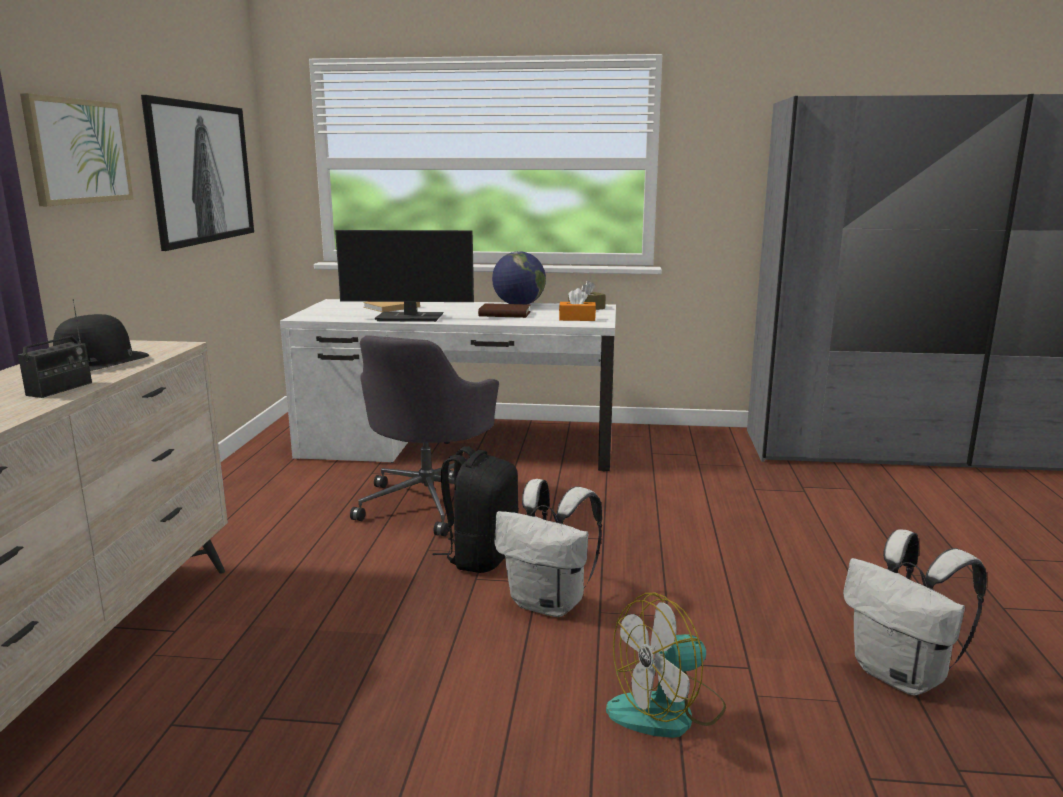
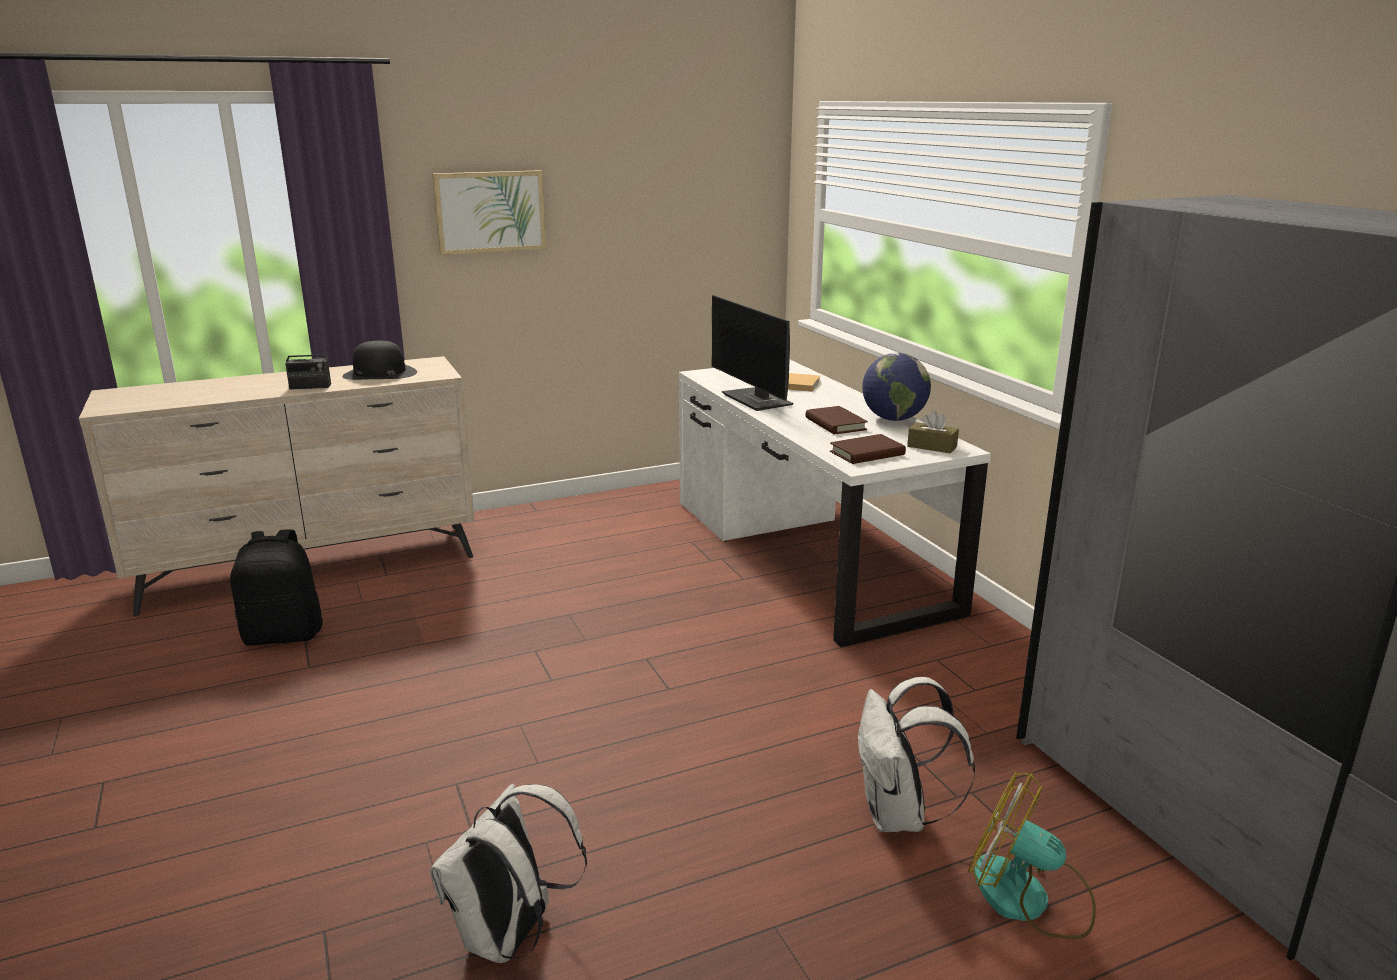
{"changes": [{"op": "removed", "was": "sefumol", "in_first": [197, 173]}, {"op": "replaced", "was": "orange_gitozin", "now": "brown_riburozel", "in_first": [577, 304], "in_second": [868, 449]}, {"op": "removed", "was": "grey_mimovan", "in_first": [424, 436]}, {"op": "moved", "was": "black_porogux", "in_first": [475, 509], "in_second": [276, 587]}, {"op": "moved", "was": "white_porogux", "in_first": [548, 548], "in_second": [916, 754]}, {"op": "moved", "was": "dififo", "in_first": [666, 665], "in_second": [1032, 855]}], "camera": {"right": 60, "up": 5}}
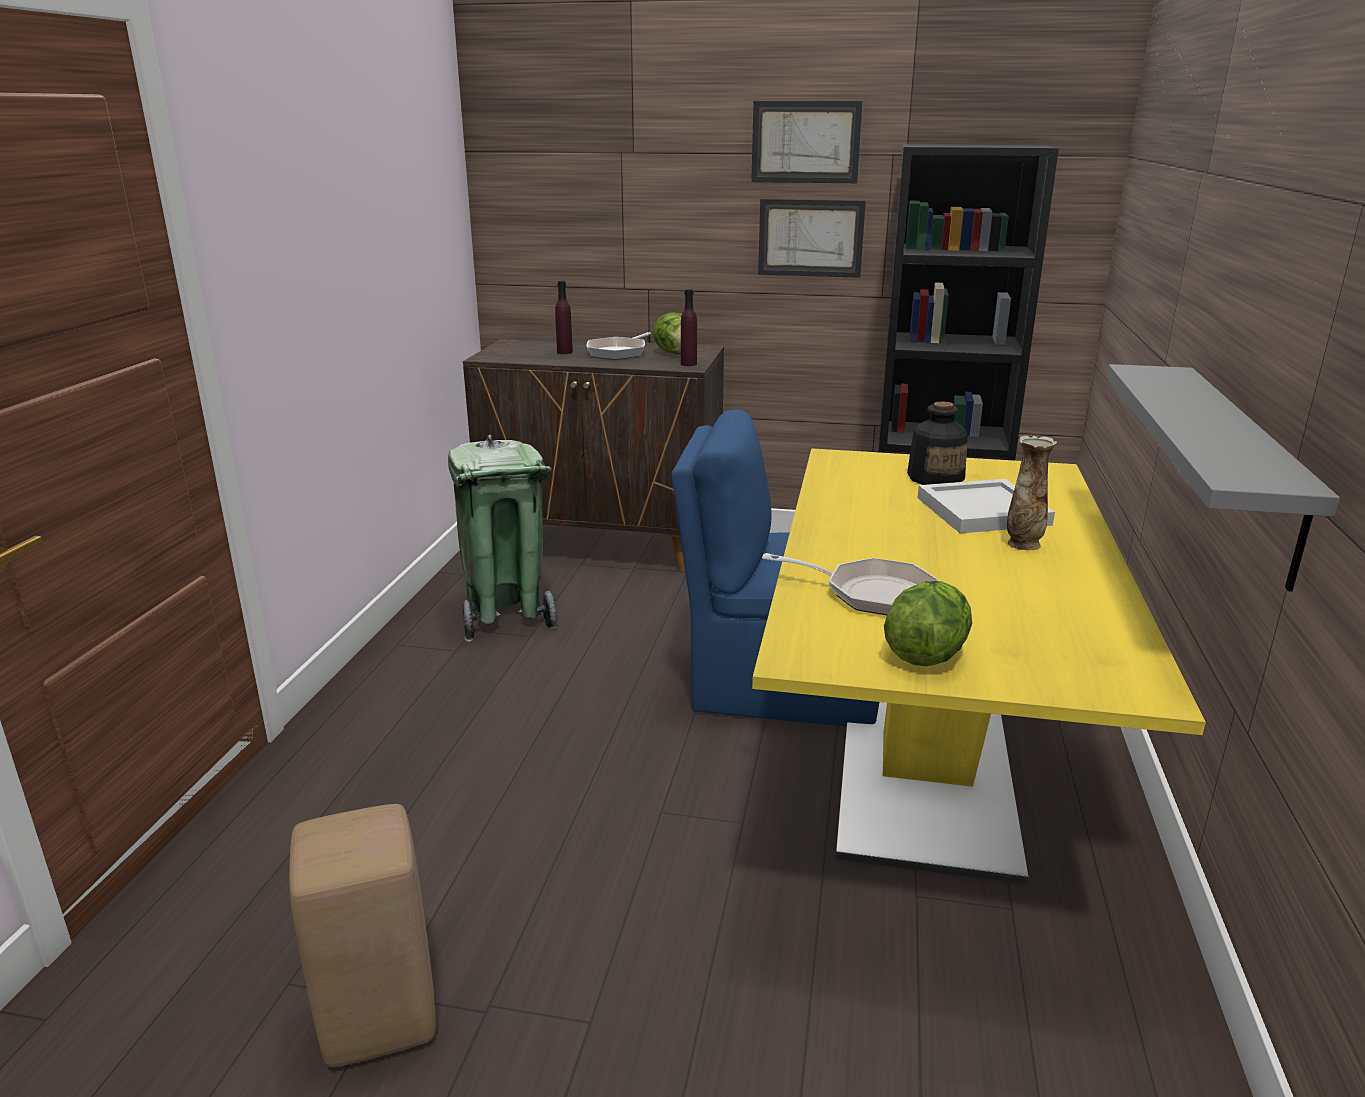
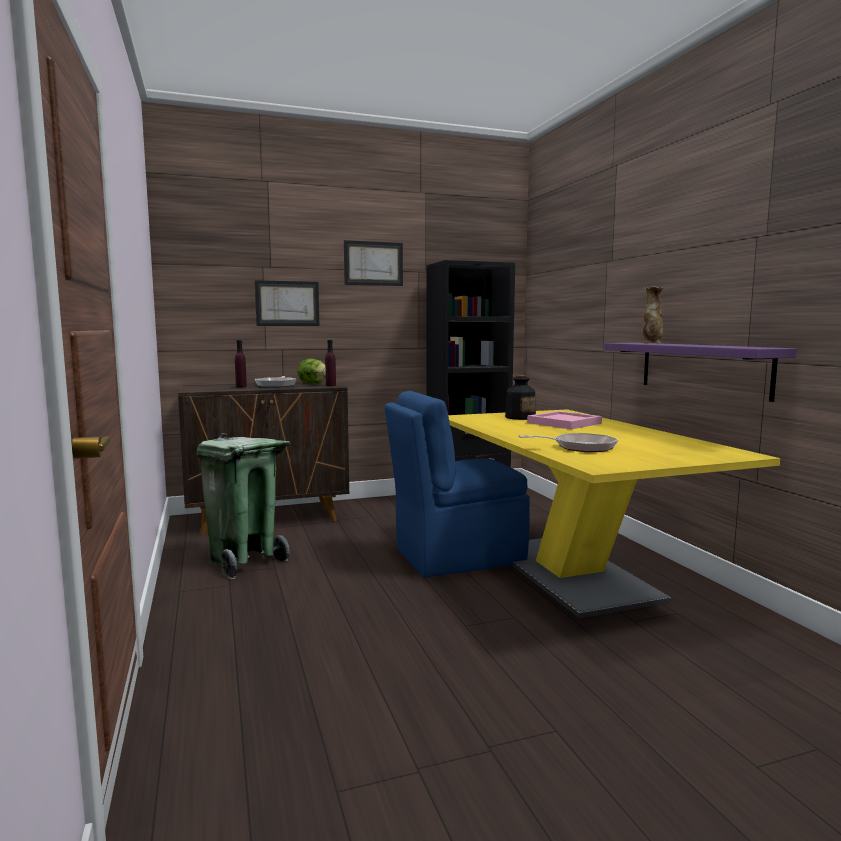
{"changes": [{"op": "moved", "was": "sefumol", "in_first": [812, 238], "in_second": [287, 303]}, {"op": "recoloured", "was": "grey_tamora", "now": "purple_tamora", "in_first": [1223, 478], "in_second": [700, 372]}, {"op": "moved", "was": "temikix", "in_first": [1032, 493], "in_second": [653, 315]}, {"op": "recoloured", "was": "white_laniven", "now": "pink_laniven", "in_first": [986, 506], "in_second": [564, 420]}, {"op": "removed", "was": "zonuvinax", "in_first": [928, 623]}, {"op": "removed", "was": "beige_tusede", "in_first": [362, 935]}], "camera": {"right": -30, "up": -15}}
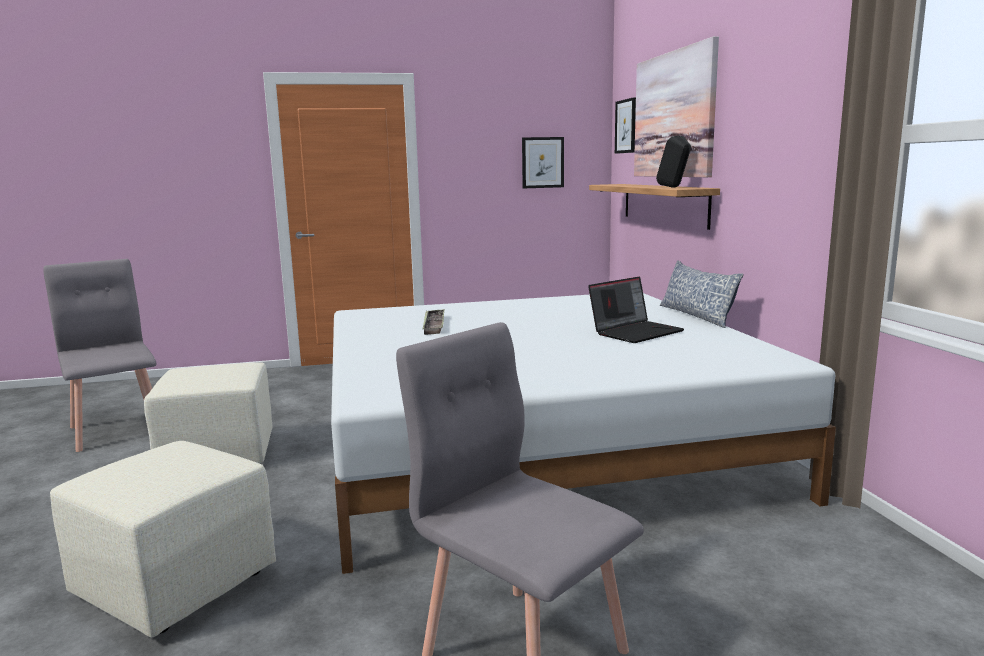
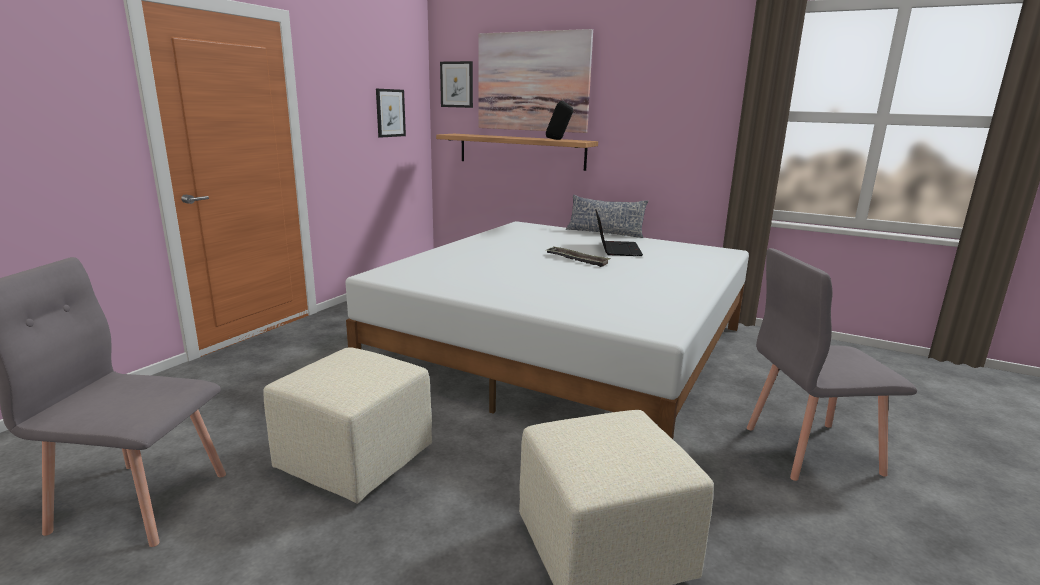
{"changes": [{"op": "moved", "was": "laniven", "in_first": [433, 322], "in_second": [578, 257]}], "camera": {"right": -50, "up": 5}}
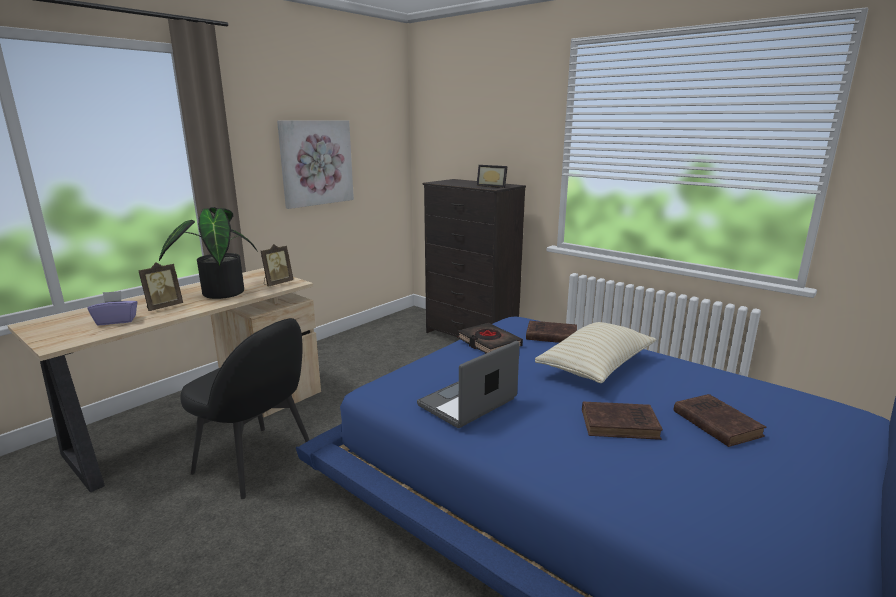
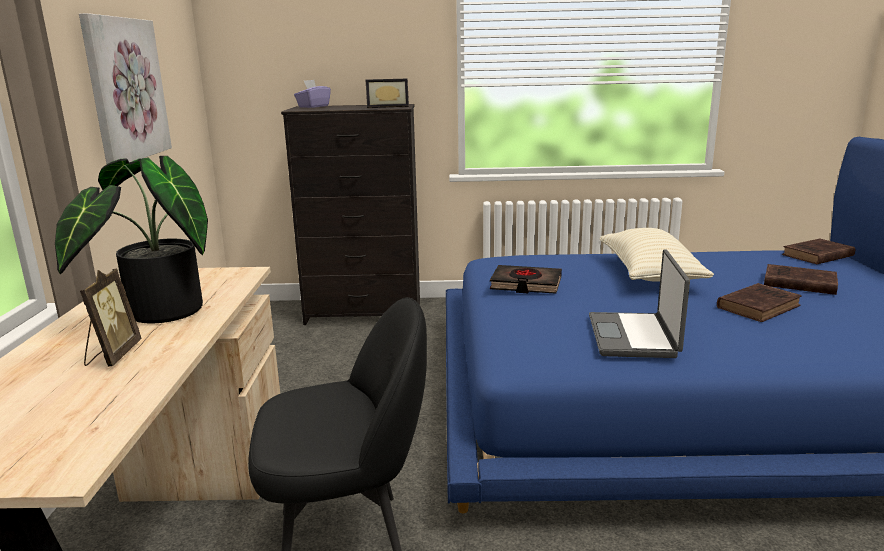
{"changes": [{"op": "removed", "was": "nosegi", "in_first": [277, 265]}, {"op": "moved", "was": "purple_gitozin", "in_first": [113, 308], "in_second": [312, 94]}, {"op": "moved", "was": "brown_riburozel", "in_first": [551, 332], "in_second": [818, 252]}], "camera": {"right": -40, "up": 0}}
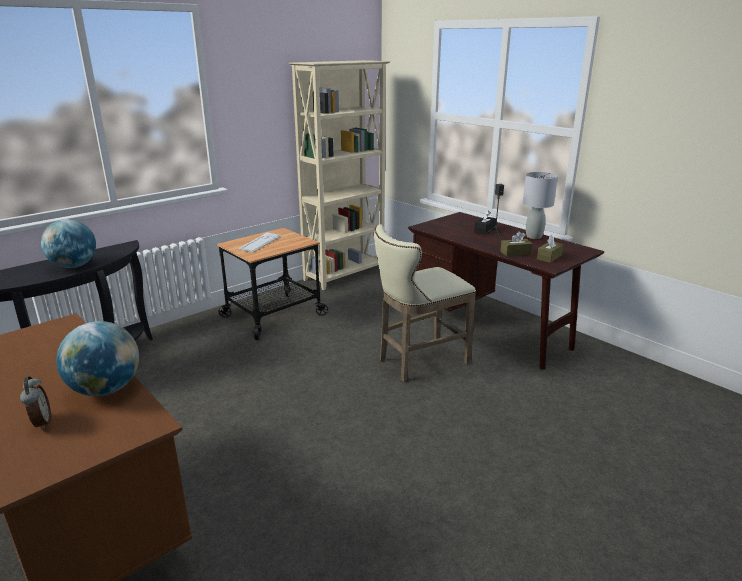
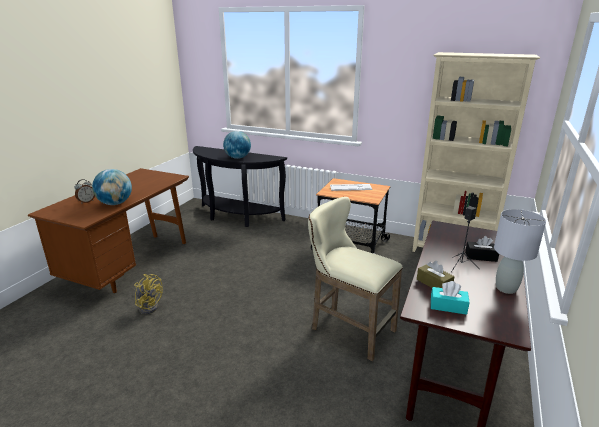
{"changes": [{"op": "recoloured", "was": "brown_gitozin", "now": "turquoise_gitozin", "in_first": [550, 249], "in_second": [450, 298]}, {"op": "added", "now": "yellow_dififo", "in_second": [148, 294]}], "camera": {"right": 65, "up": 0}}
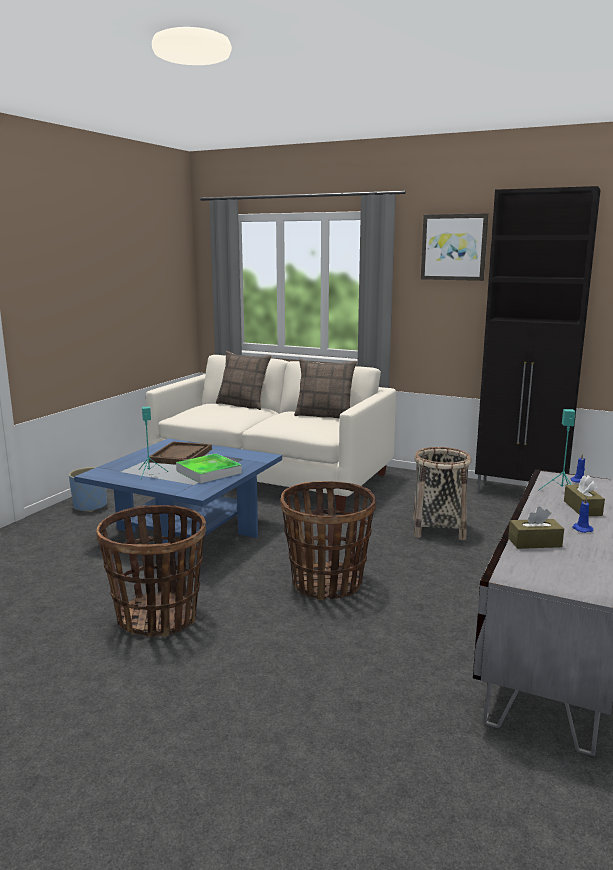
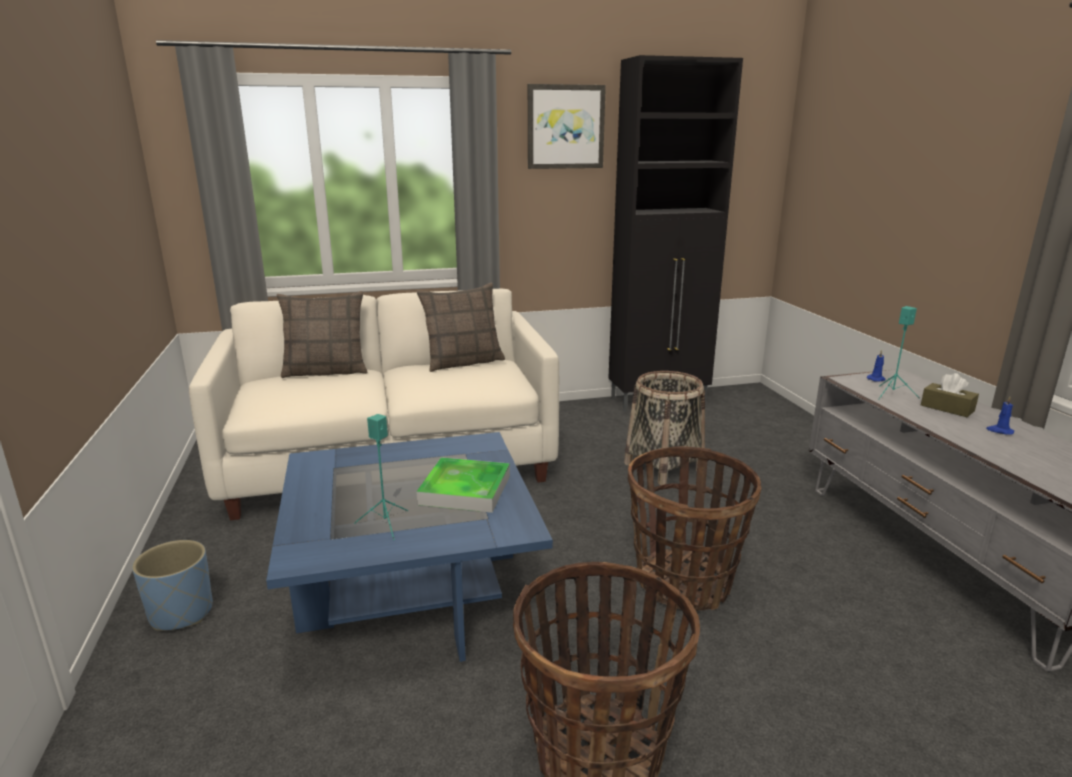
{"changes": [{"op": "removed", "was": "brown_laniven", "in_first": [180, 453]}, {"op": "removed", "was": "brown_gitozin", "in_first": [536, 527]}], "camera": {"right": -40, "up": 5}}
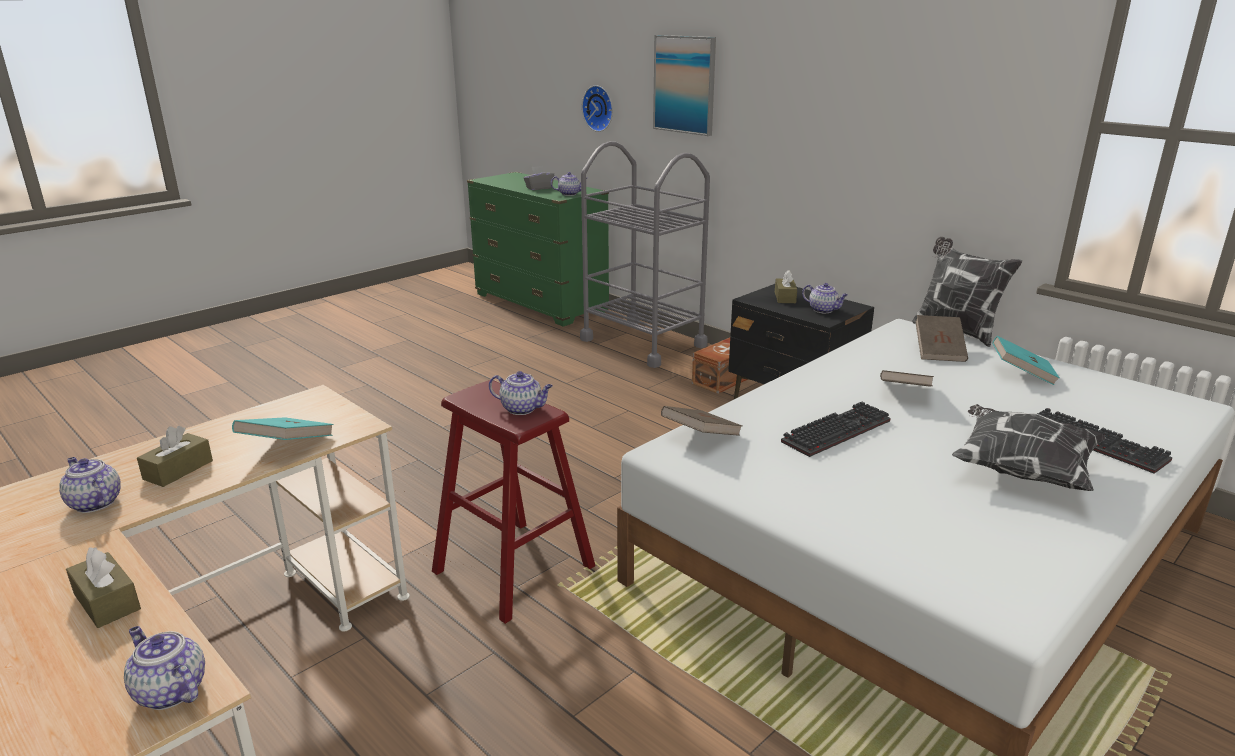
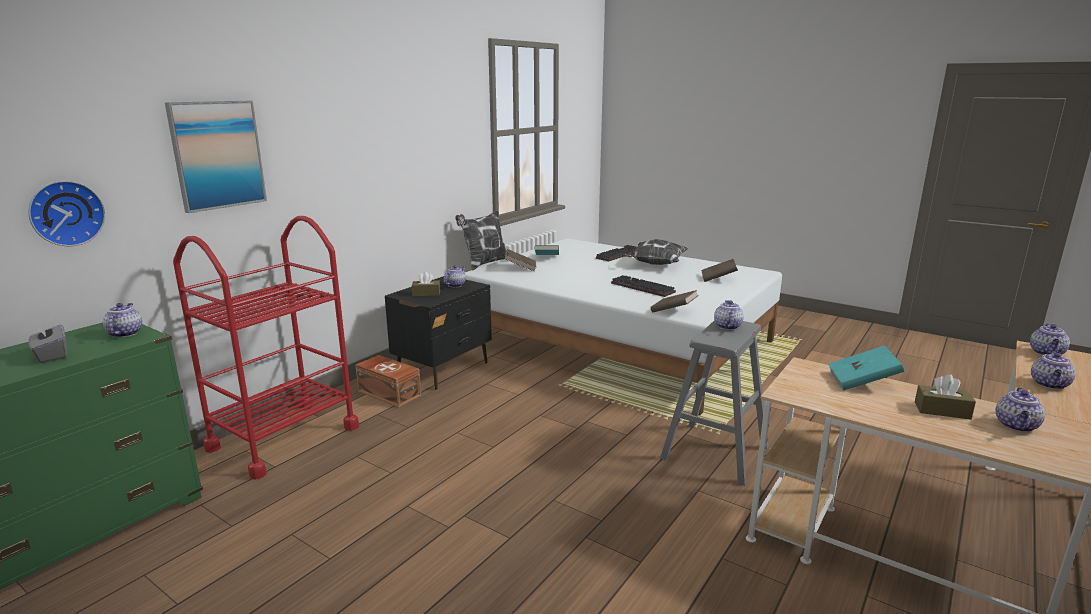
{"changes": [{"op": "recoloured", "was": "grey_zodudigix", "now": "red_zodudigix", "in_first": [645, 254], "in_second": [266, 348]}, {"op": "moved", "was": "brown_riburozel", "in_first": [907, 378], "in_second": [719, 270]}, {"op": "recoloured", "was": "red_tusede", "now": "grey_tusede", "in_first": [513, 502], "in_second": [714, 403]}, {"op": "replaced", "was": "brown_gitozin", "now": "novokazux", "in_first": [103, 587], "in_second": [1053, 370]}], "camera": {"right": -100, "up": -5}}
